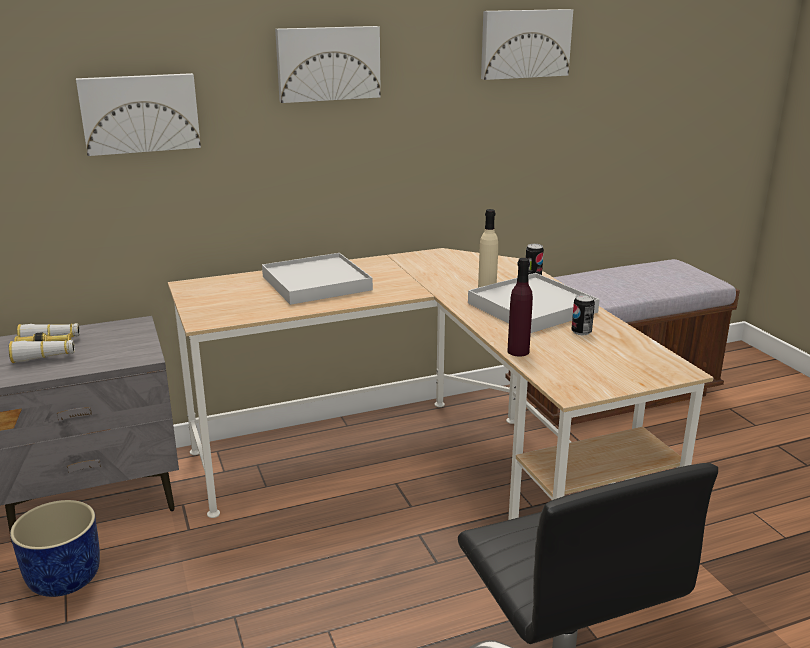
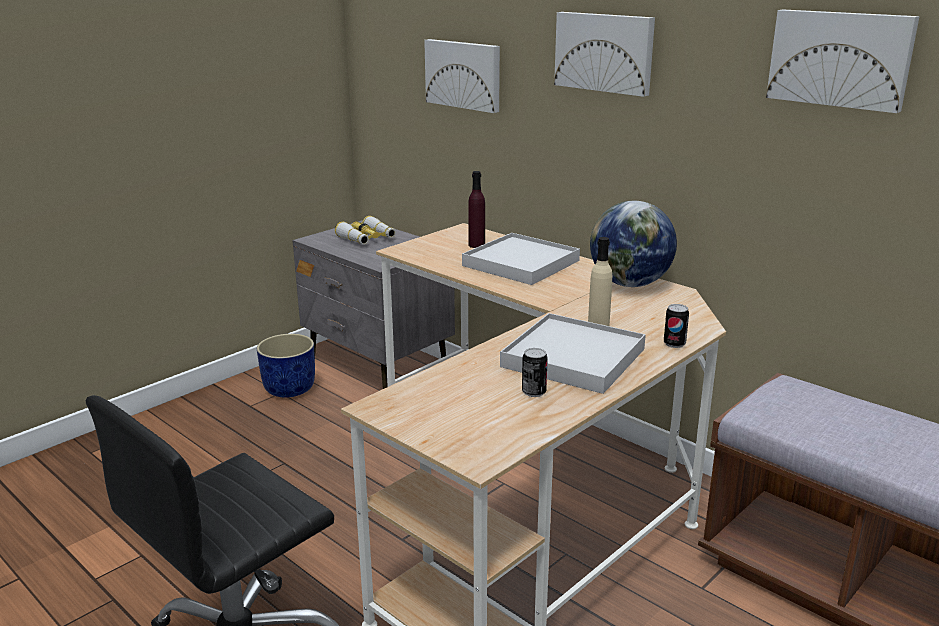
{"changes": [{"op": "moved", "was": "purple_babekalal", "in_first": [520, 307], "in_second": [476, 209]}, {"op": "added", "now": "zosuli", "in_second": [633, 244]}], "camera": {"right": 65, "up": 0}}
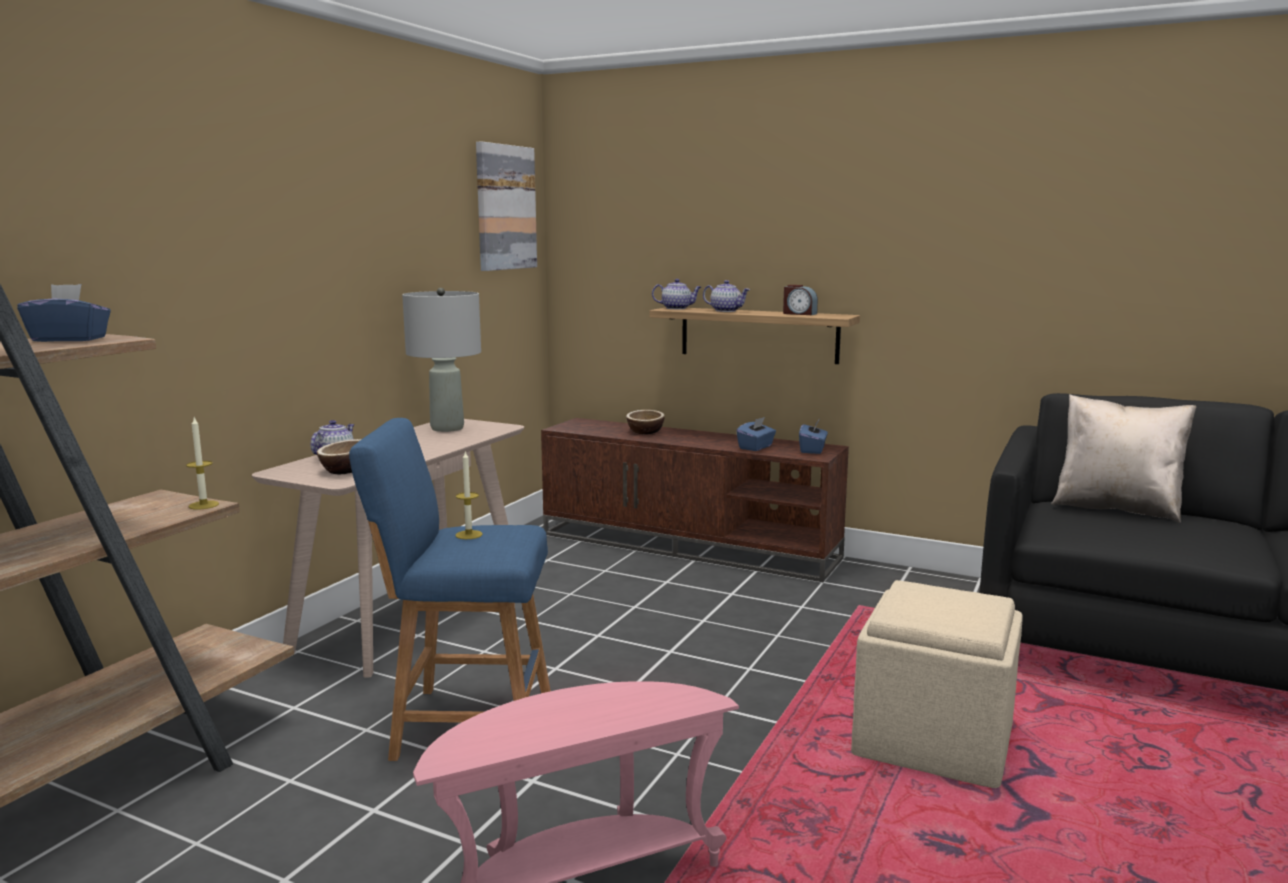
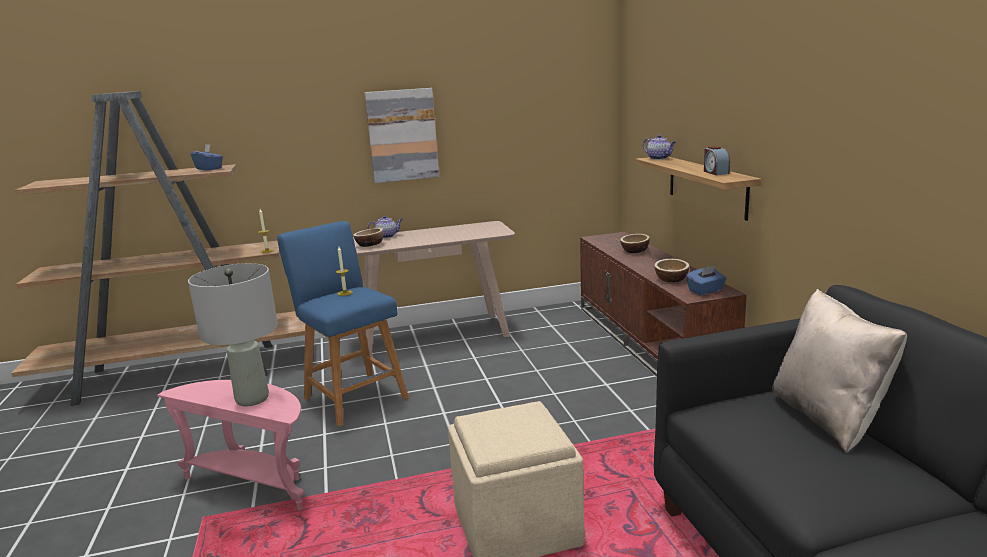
{"changes": [{"op": "moved", "was": "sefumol", "in_first": [506, 206], "in_second": [401, 135]}, {"op": "removed", "was": "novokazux", "in_first": [726, 296]}, {"op": "moved", "was": "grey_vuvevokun", "in_first": [441, 360], "in_second": [233, 334]}, {"op": "replaced", "was": "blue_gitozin", "now": "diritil", "in_first": [756, 434], "in_second": [671, 270]}], "camera": {"right": 50, "up": 5}}
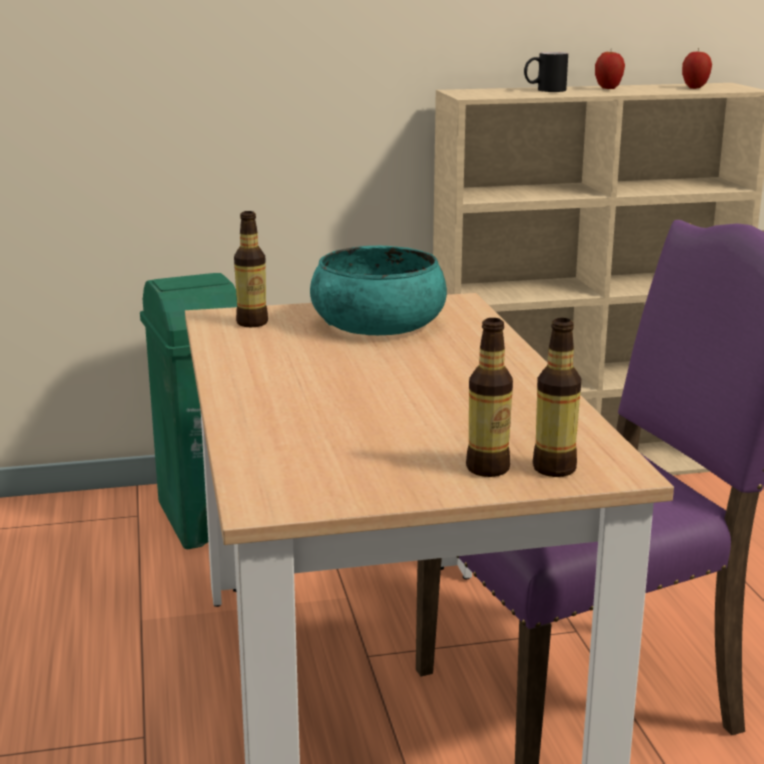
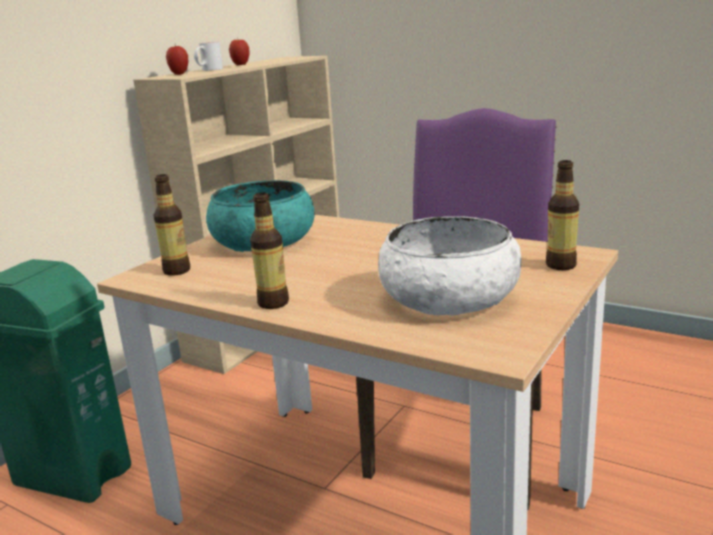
{"changes": [{"op": "moved", "was": "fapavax", "in_first": [697, 68], "in_second": [177, 60]}, {"op": "recoloured", "was": "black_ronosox", "now": "white_ronosox", "in_first": [546, 72], "in_second": [208, 56]}, {"op": "moved", "was": "babekalal", "in_first": [489, 397], "in_second": [269, 250]}, {"op": "added", "now": "white_diritil", "in_second": [449, 266]}], "camera": {"right": -45, "up": 0}}
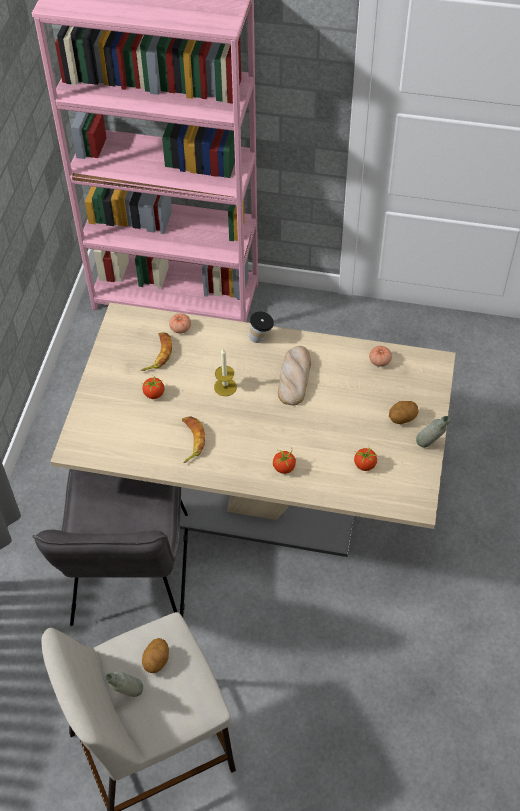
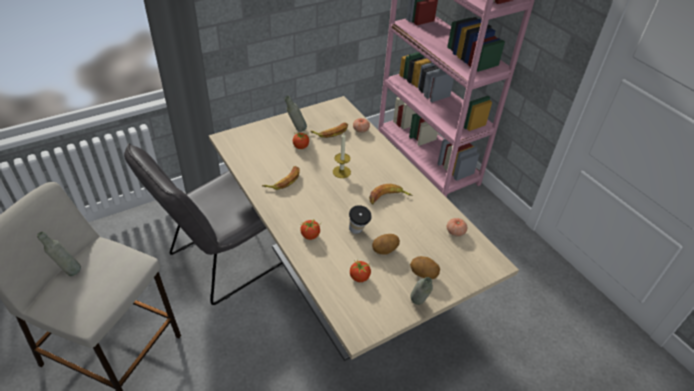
{"changes": [{"op": "moved", "was": "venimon", "in_first": [261, 327], "in_second": [360, 219]}, {"op": "replaced", "was": "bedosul", "now": "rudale", "in_first": [294, 376], "in_second": [390, 194]}, {"op": "moved", "was": "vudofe", "in_first": [155, 655], "in_second": [386, 244]}, {"op": "added", "now": "grey_babekalal", "in_second": [296, 114]}], "camera": {"right": 45, "up": -10}}
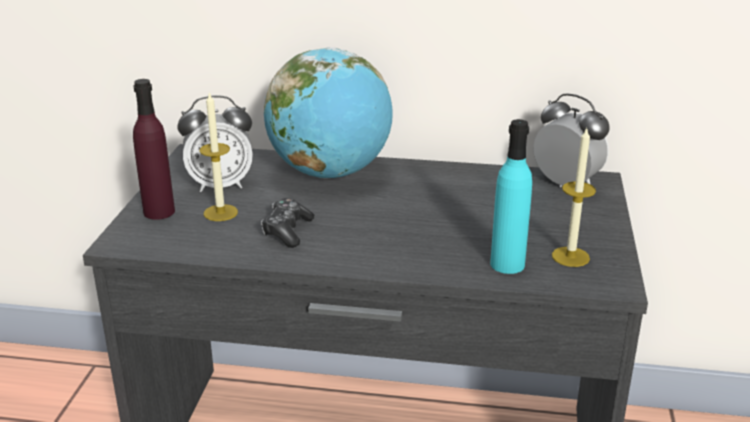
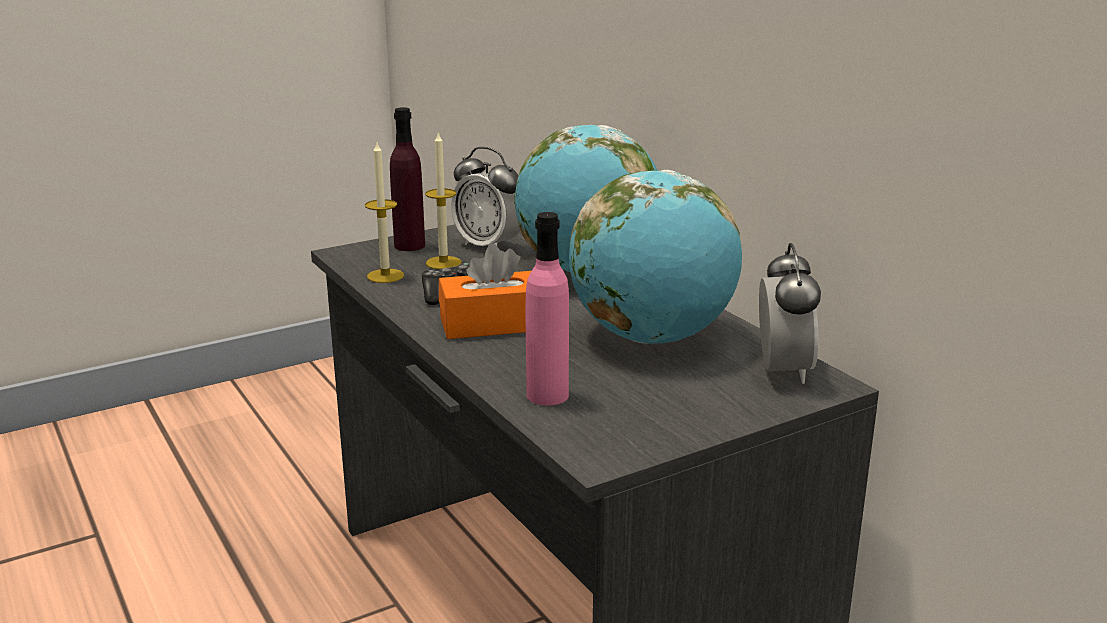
{"changes": [{"op": "recoloured", "was": "turquoise_babekalal", "now": "pink_babekalal", "in_first": [511, 196], "in_second": [547, 309]}, {"op": "moved", "was": "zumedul", "in_first": [574, 197], "in_second": [384, 213]}, {"op": "added", "now": "zosuli", "in_second": [655, 257]}, {"op": "added", "now": "orange_gitozin", "in_second": [485, 291]}], "camera": {"right": 50, "up": -5}}
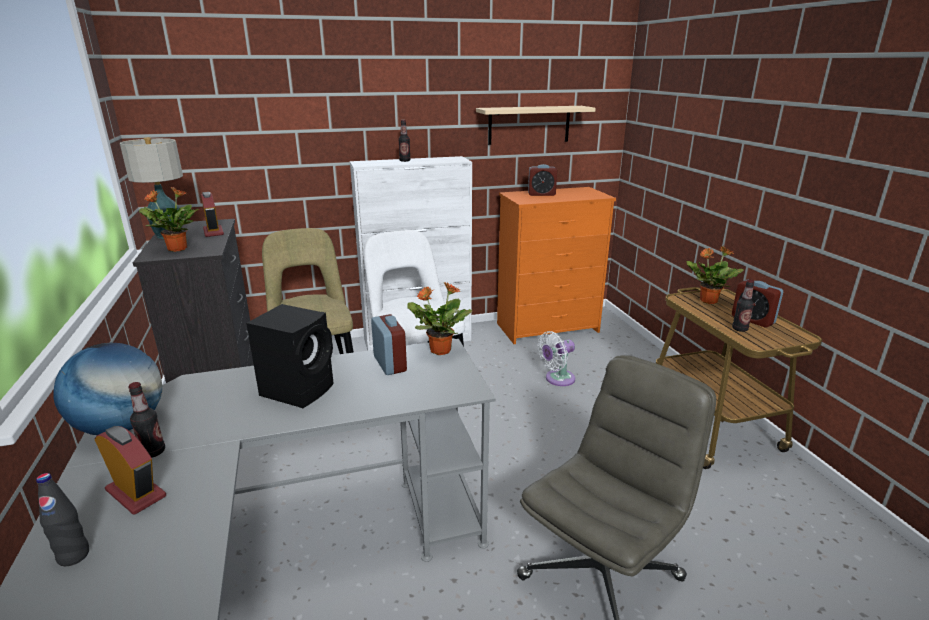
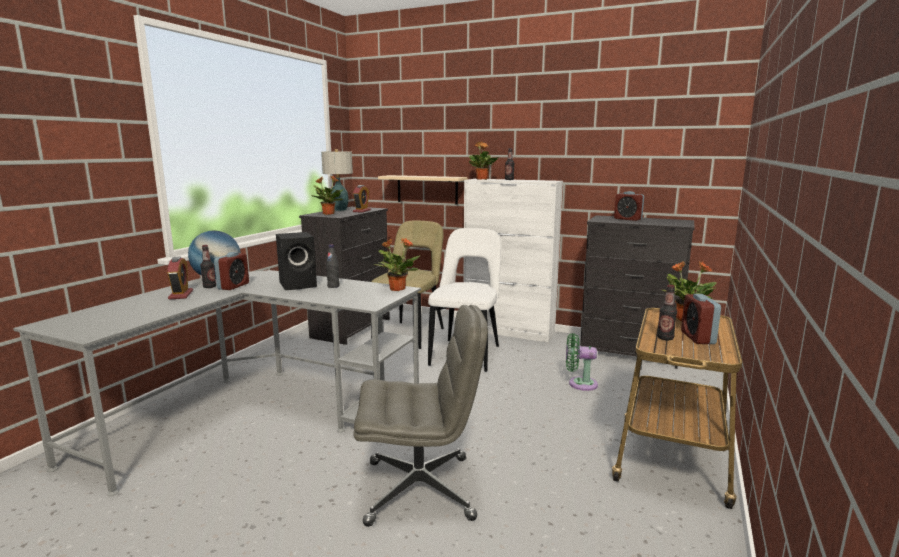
{"changes": [{"op": "moved", "was": "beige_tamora", "in_first": [536, 125], "in_second": [422, 190]}, {"op": "recoloured", "was": "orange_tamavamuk", "now": "black_tamavamuk", "in_first": [556, 265], "in_second": [637, 292]}, {"op": "moved", "was": "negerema", "in_first": [389, 344], "in_second": [231, 271]}, {"op": "recoloured", "was": "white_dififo", "now": "green_dififo", "in_first": [556, 358], "in_second": [582, 362]}, {"op": "moved", "was": "black_babekalal", "in_first": [62, 519], "in_second": [332, 266]}, {"op": "added", "now": "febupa", "in_second": [483, 161]}], "camera": {"right": 40, "up": -10}}
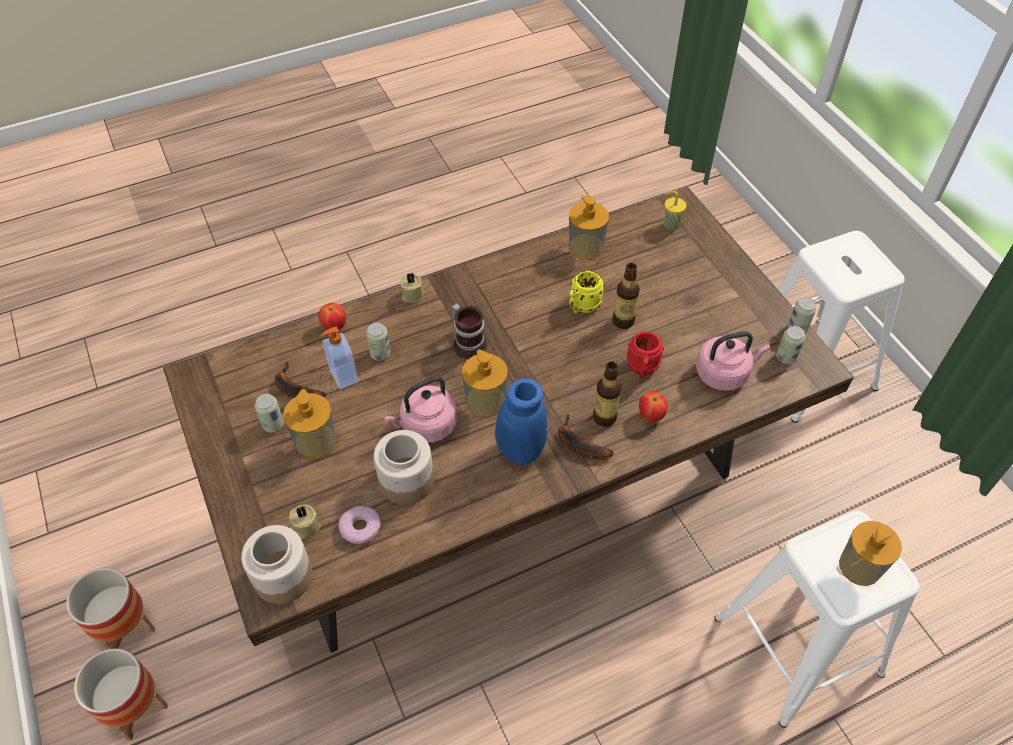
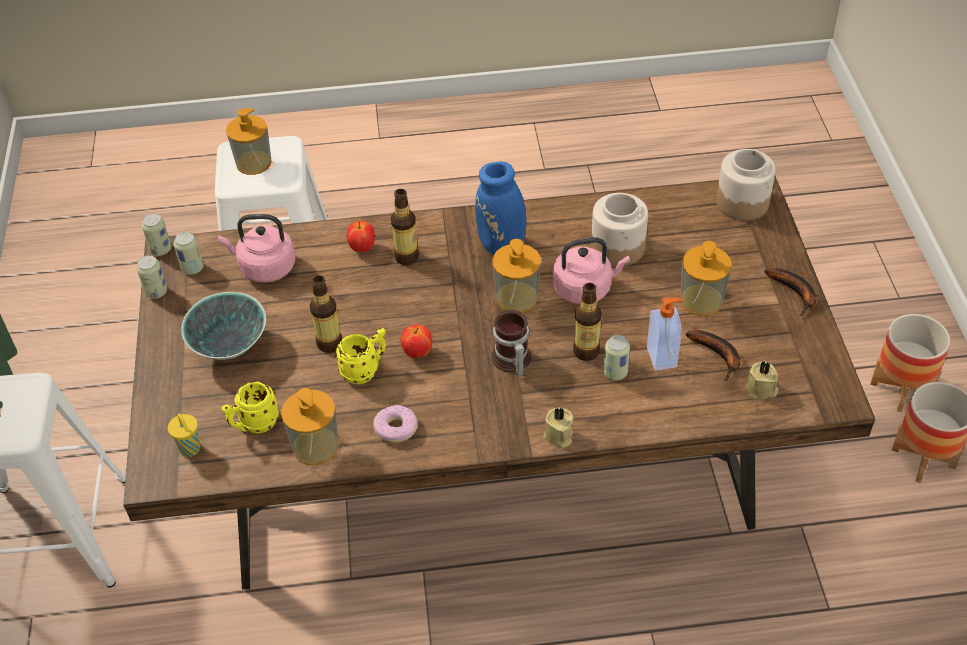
{"changes": [{"op": "moved", "was": "fapavax", "in_first": [332, 316], "in_second": [416, 341]}, {"op": "removed", "was": "red_ronosox", "in_first": [645, 355]}, {"op": "moved", "was": "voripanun", "in_first": [269, 413], "in_second": [156, 234]}, {"op": "moved", "was": "rudale", "in_first": [585, 437], "in_second": [790, 292]}, {"op": "moved", "was": "beige_zumedul", "in_first": [305, 522], "in_second": [761, 380]}, {"op": "moved", "was": "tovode", "in_first": [360, 525], "in_second": [395, 423]}, {"op": "added", "now": "babekalal", "in_second": [587, 322]}, {"op": "added", "now": "diritil", "in_second": [223, 326]}, {"op": "added", "now": "yellow_ronosox", "in_second": [250, 407]}], "camera": {"right": -160, "up": -5}}
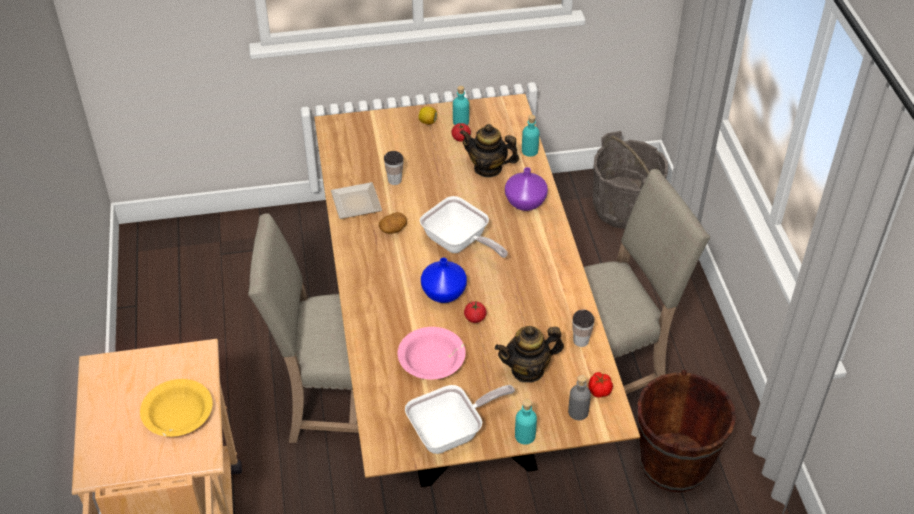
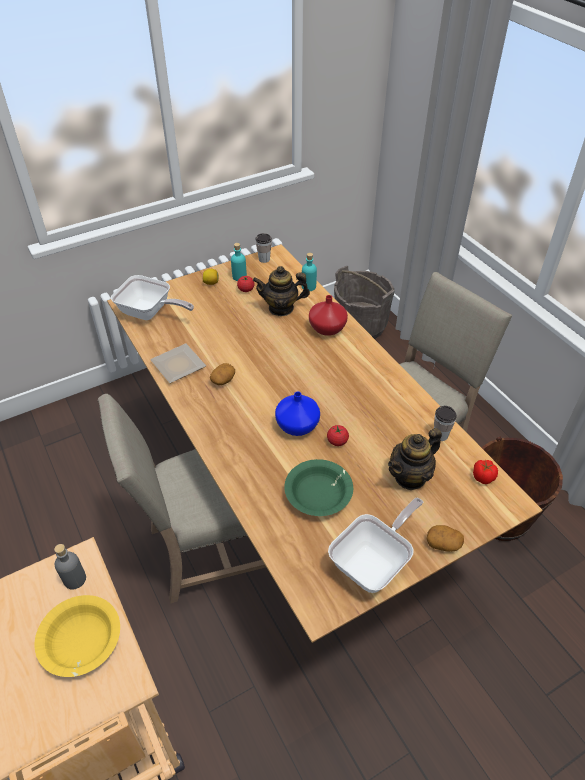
{"changes": [{"op": "moved", "was": "venimon", "in_first": [394, 168], "in_second": [263, 248]}, {"op": "recoloured", "was": "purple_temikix", "now": "red_temikix", "in_first": [526, 189], "in_second": [328, 315]}, {"op": "moved", "was": "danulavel", "in_first": [464, 227], "in_second": [152, 297]}, {"op": "recoloured", "was": "pink_diritil", "now": "green_diritil", "in_first": [432, 353], "in_second": [318, 487]}, {"op": "moved", "was": "grey_babekalal", "in_first": [579, 397], "in_second": [70, 567]}, {"op": "replaced", "was": "turquoise_babekalal", "now": "vudofe", "in_first": [526, 422], "in_second": [445, 538]}], "camera": {"right": -20, "up": 0}}
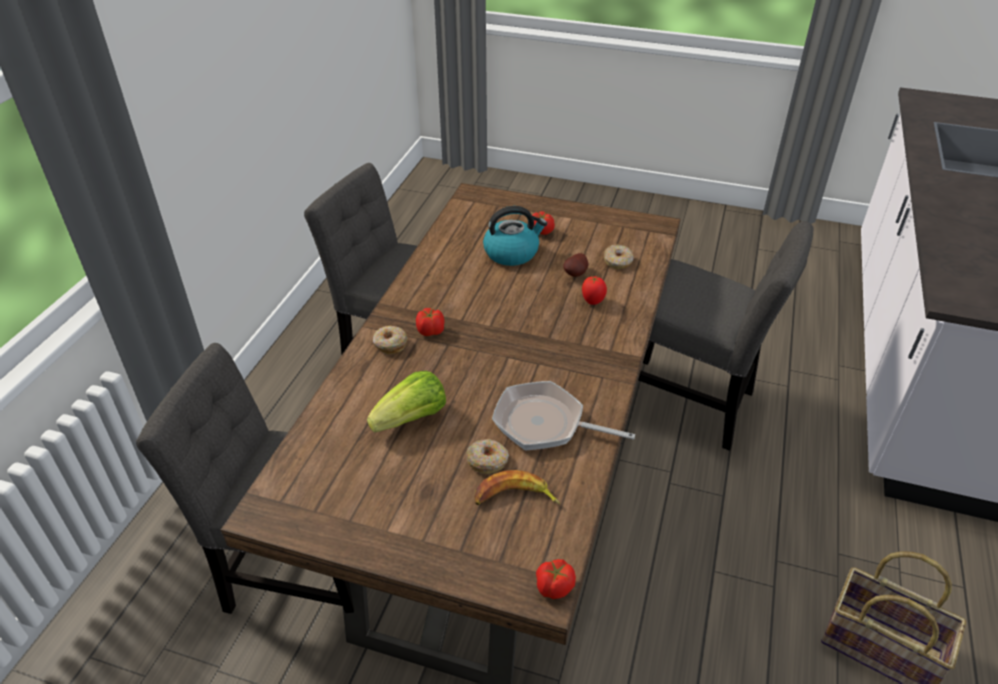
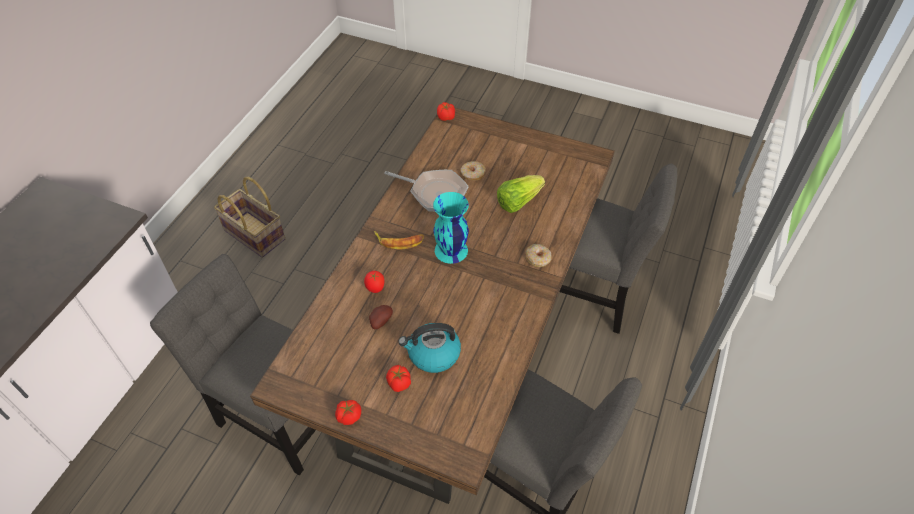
{"changes": [{"op": "removed", "was": "tovode", "in_first": [619, 257]}, {"op": "moved", "was": "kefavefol", "in_first": [430, 322], "in_second": [348, 412]}, {"op": "moved", "was": "rudale", "in_first": [517, 487], "in_second": [399, 240]}, {"op": "added", "now": "turquoise_temikix", "in_second": [451, 228]}], "camera": {"right": -175, "up": 10}}
